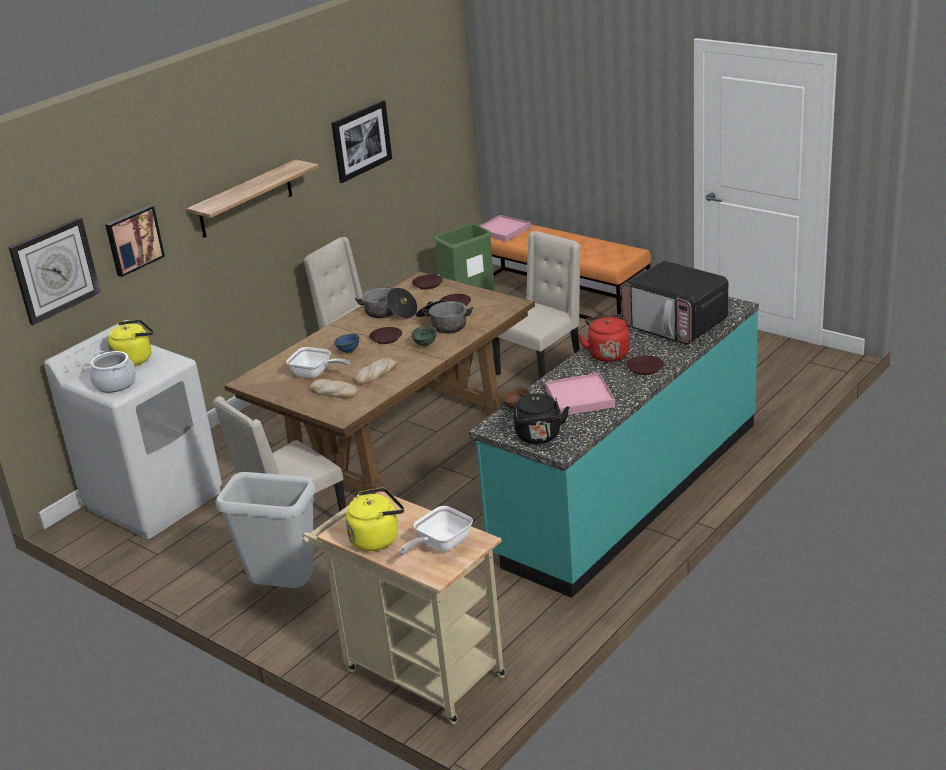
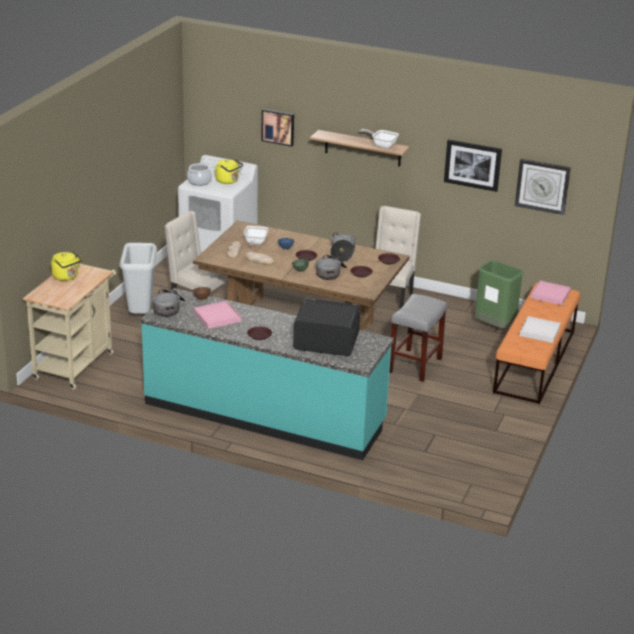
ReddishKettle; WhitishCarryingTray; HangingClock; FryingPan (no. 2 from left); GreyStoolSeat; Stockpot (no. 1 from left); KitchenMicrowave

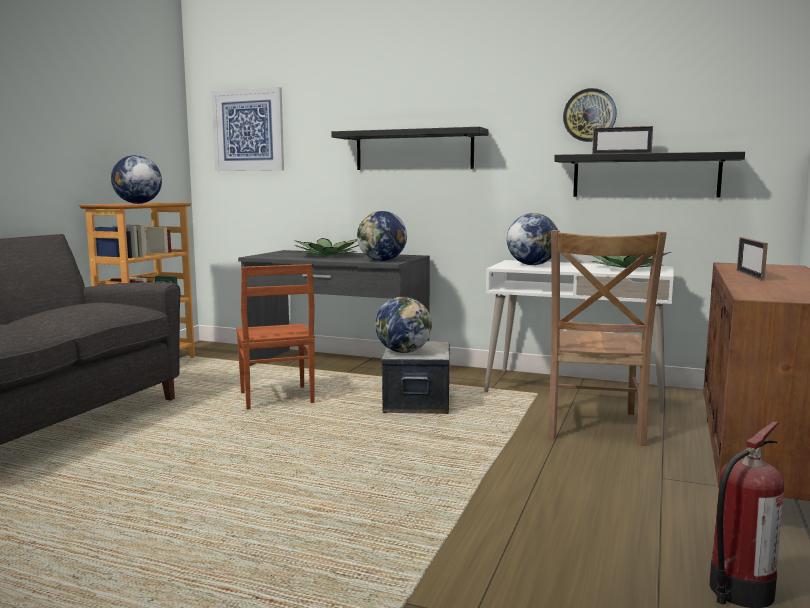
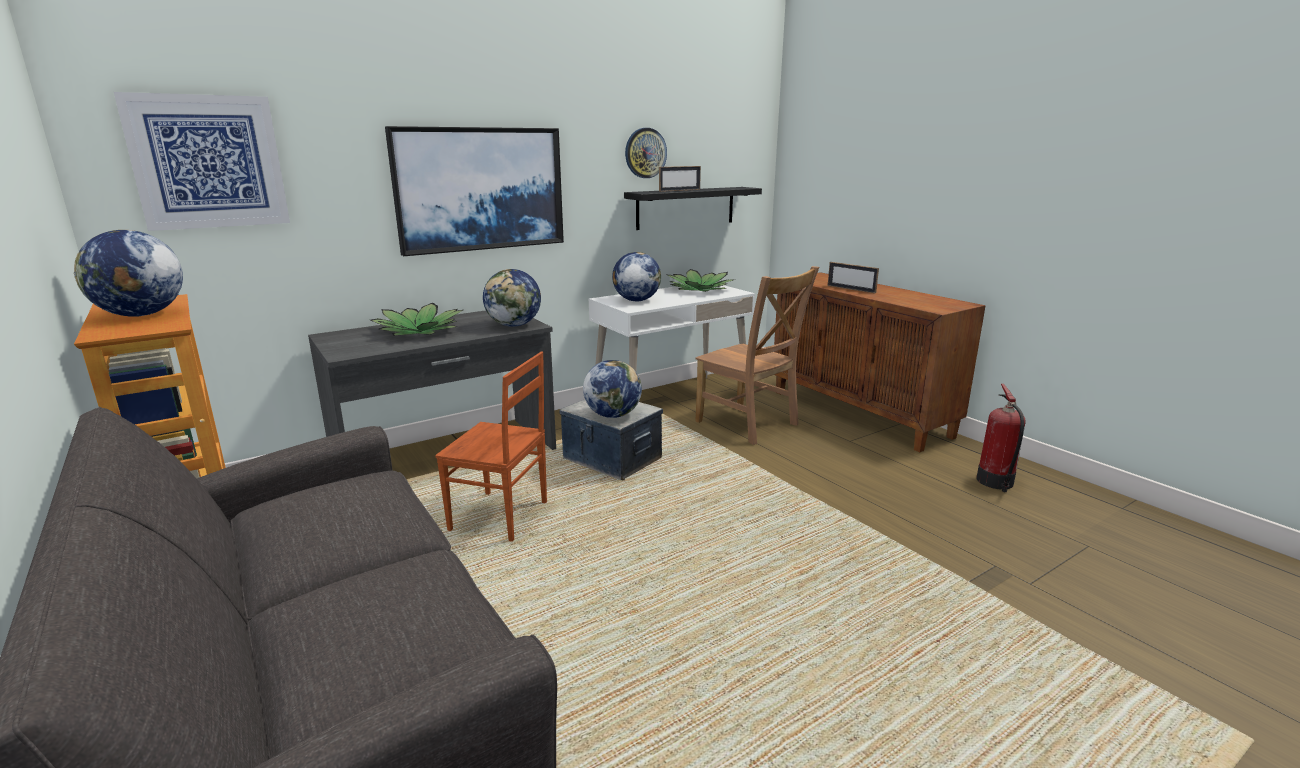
Picture (no. 2 from left)

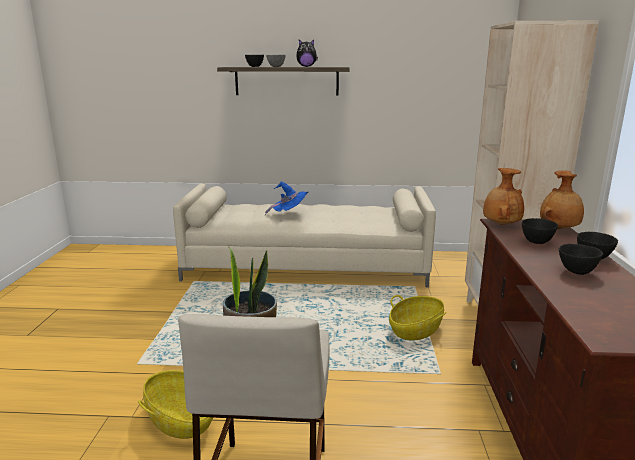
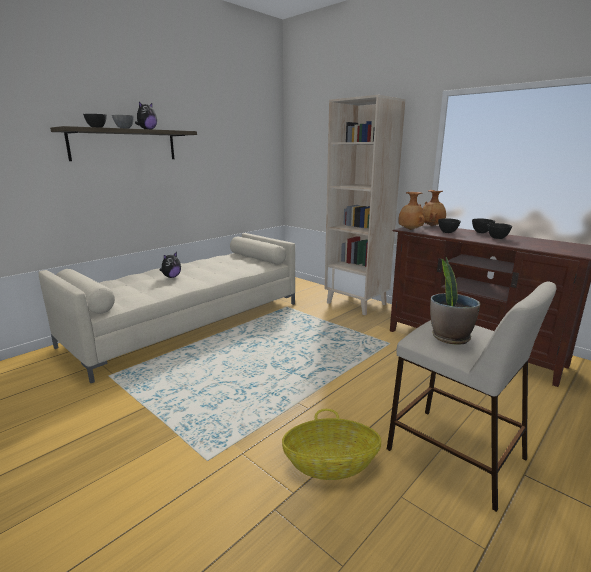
Basket (no. 2 from left in the first image); PlushToy (no. 2 from left)

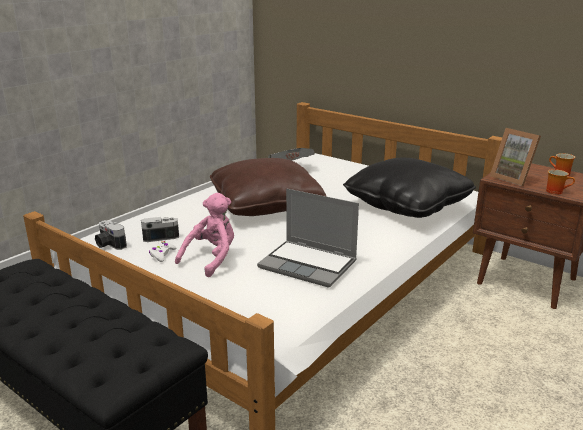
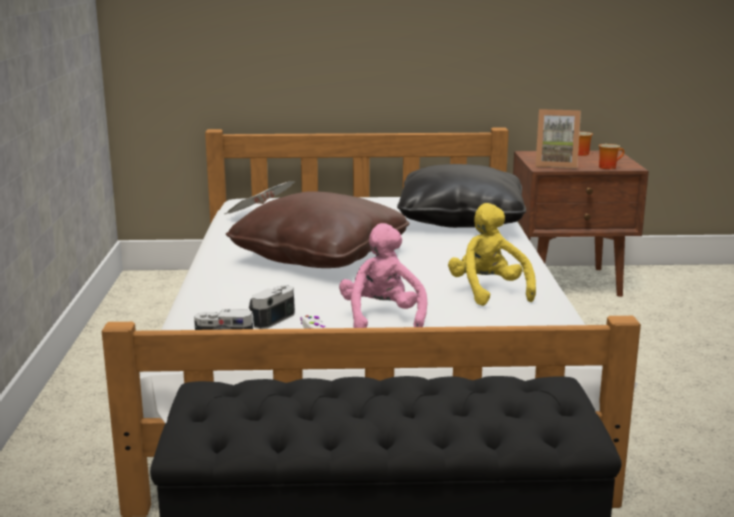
YellowPlushToy

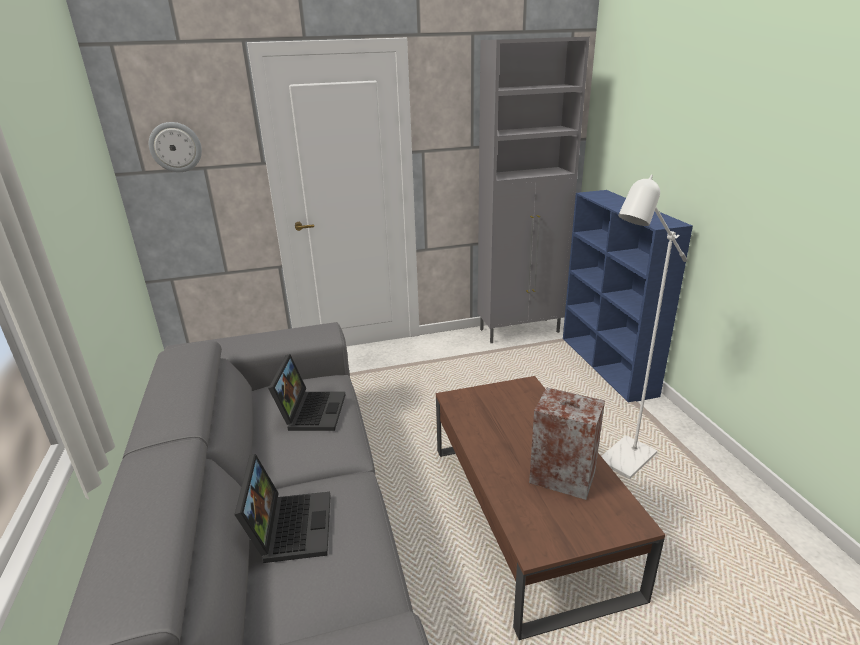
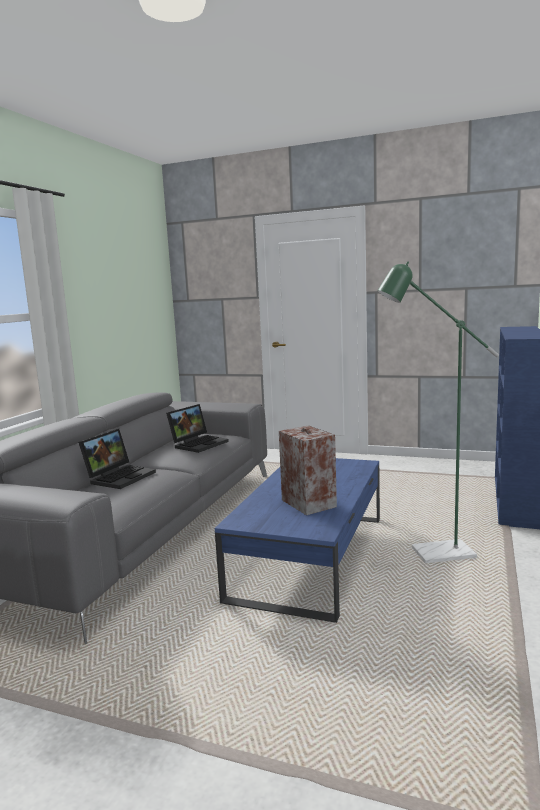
HangingClock; GreyCabinet; BlueColouredLowTable; GreenColouredStandingLamp

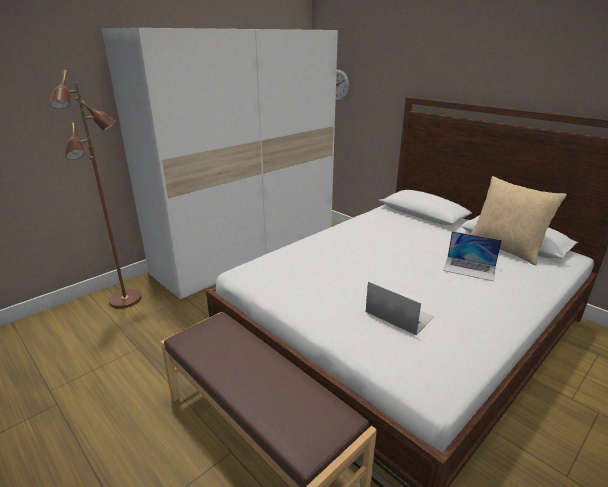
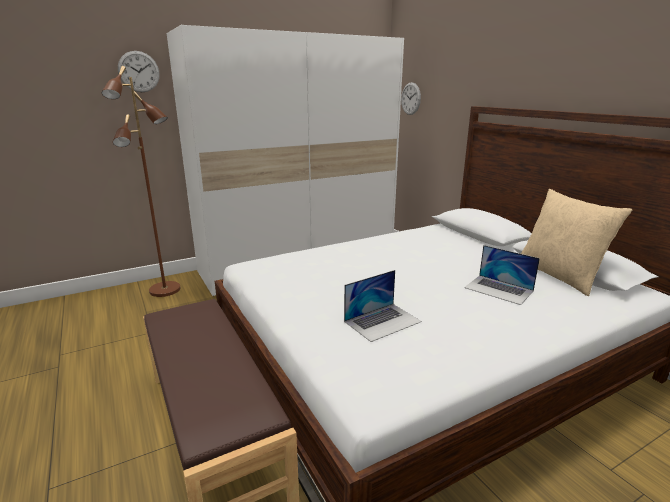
HangingClock (no. 1 from left); NotebookComputer (no. 1 from left)

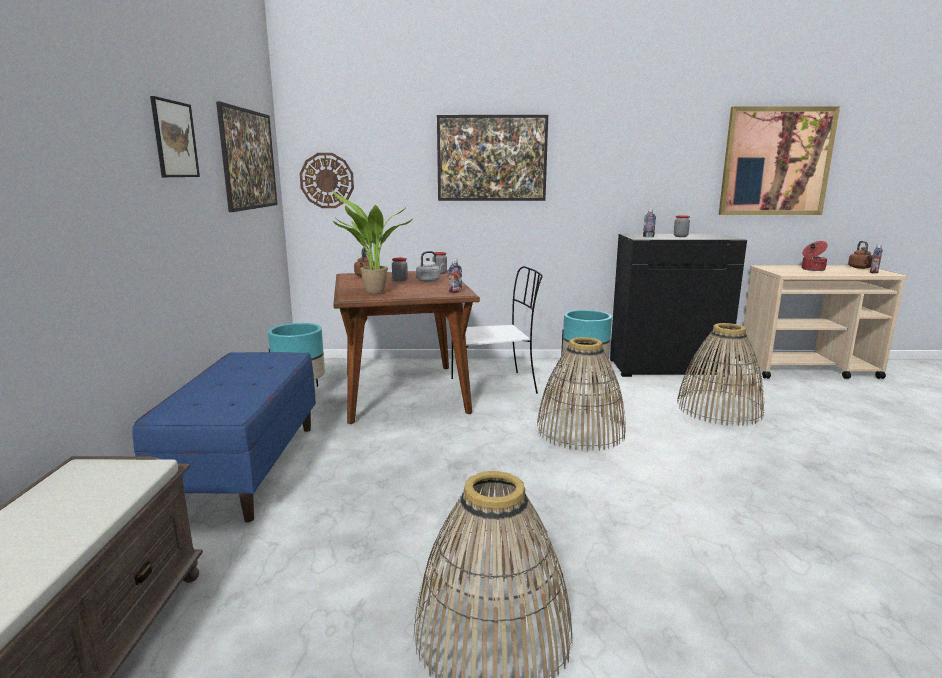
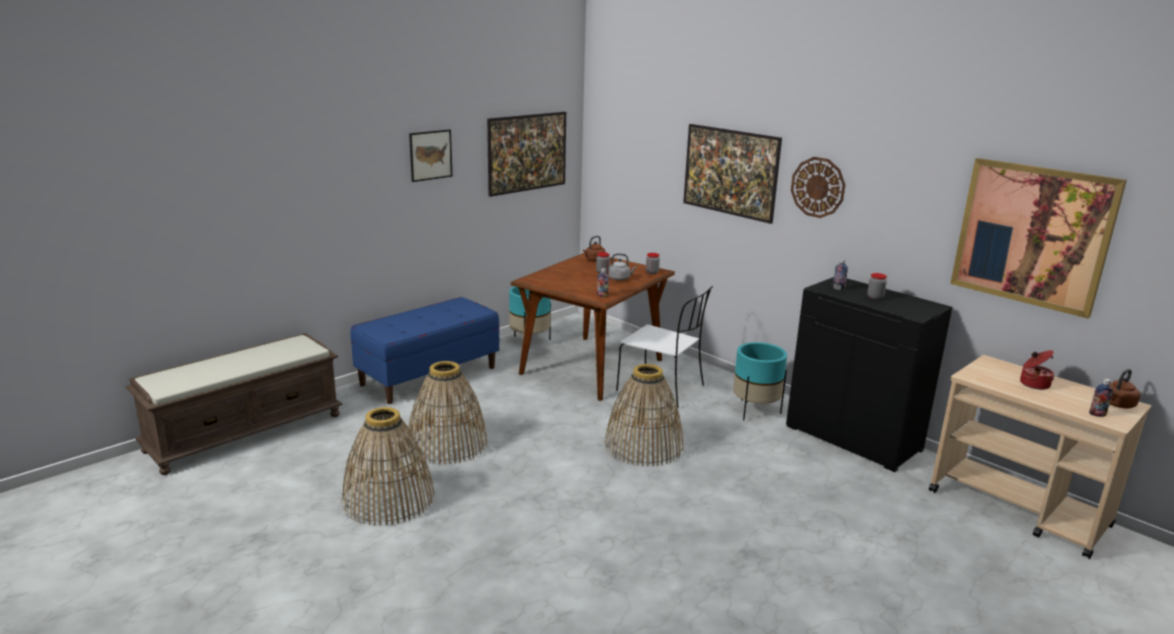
Houseplant; HangingClock; Basket (no. 2 from left)

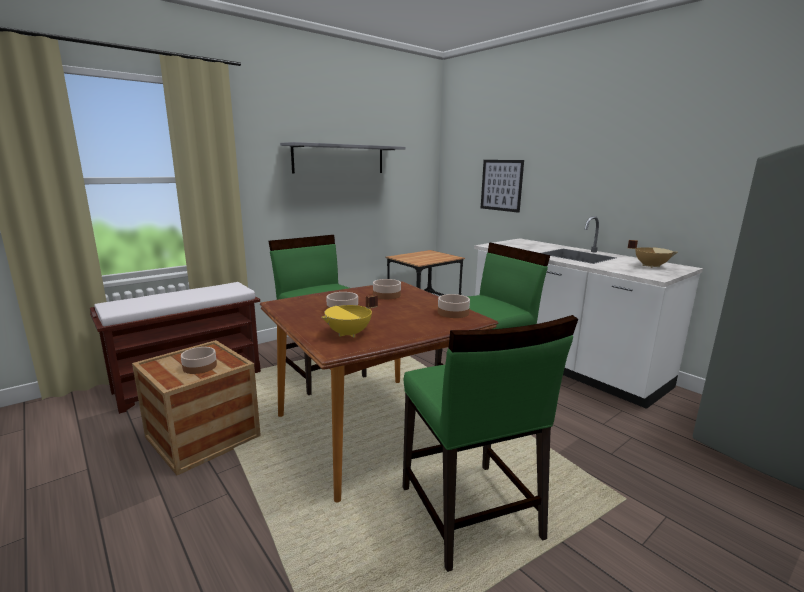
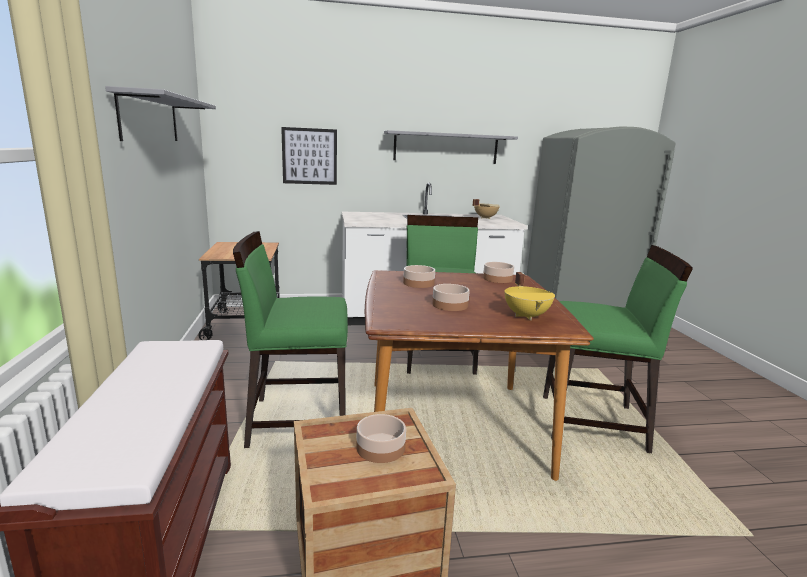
GreyShelf (no. 2 from left)

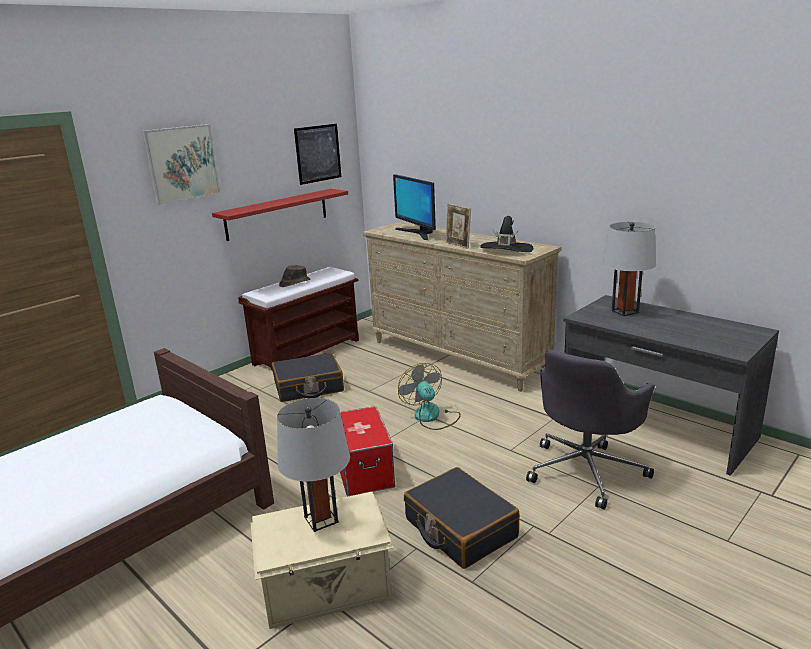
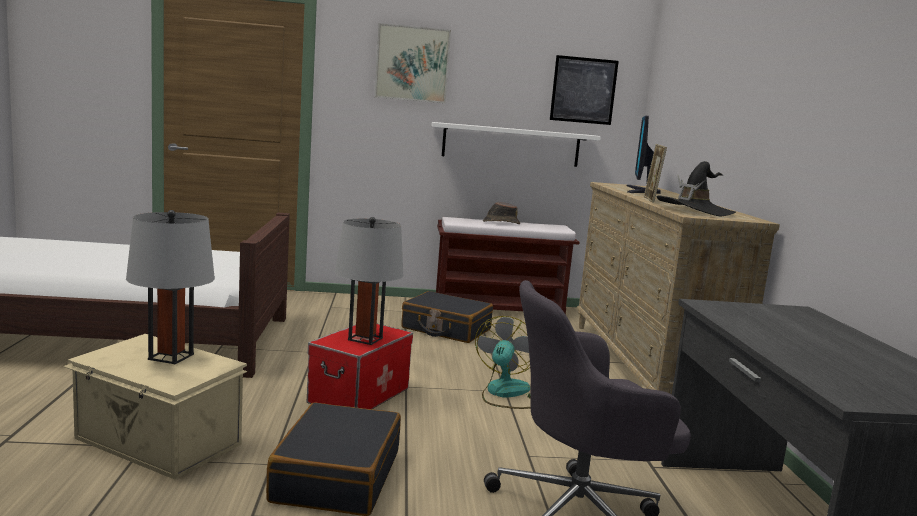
GreyLampForATable (no. 2 from left); WhitishShelf

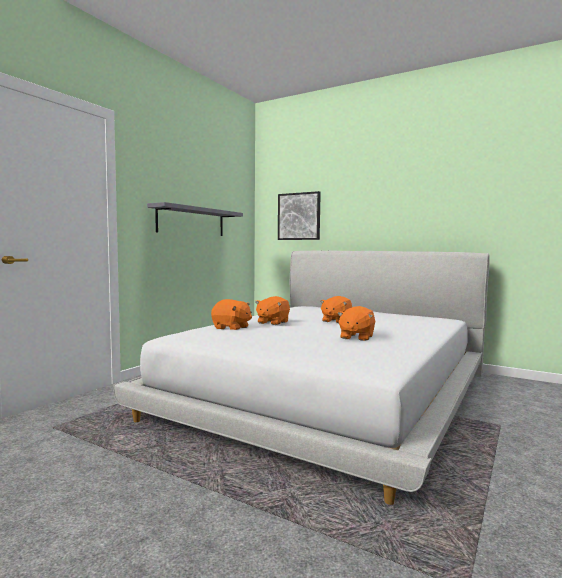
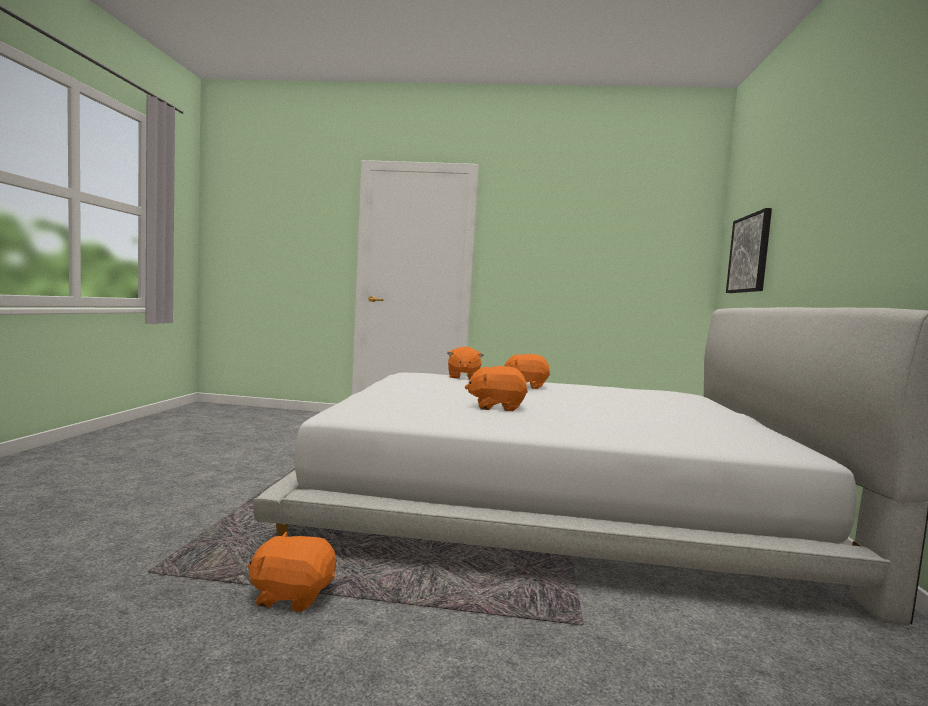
GreyShelf; OrangePlushToy (no. 1 from left)

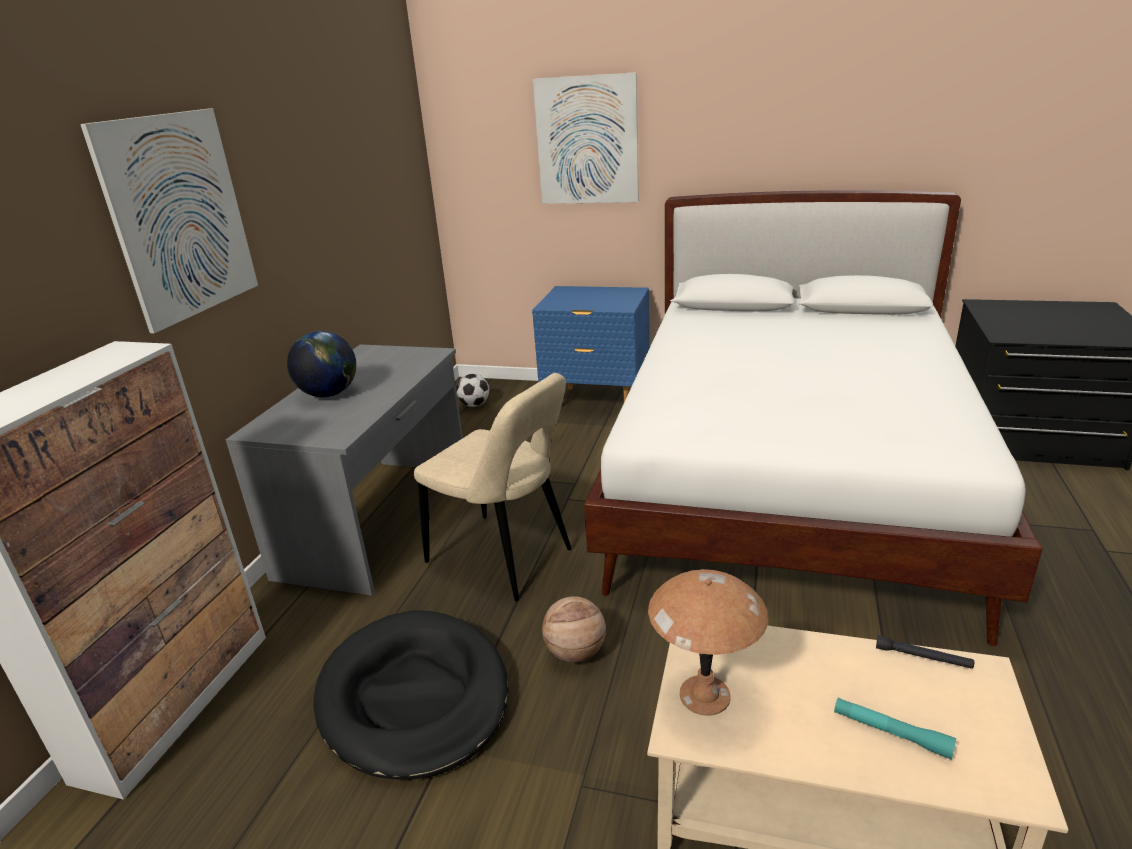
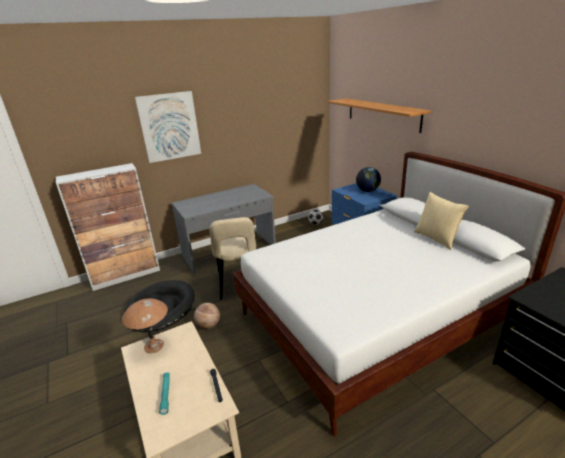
ThrowPillow; DeskGlobe; Shelf

